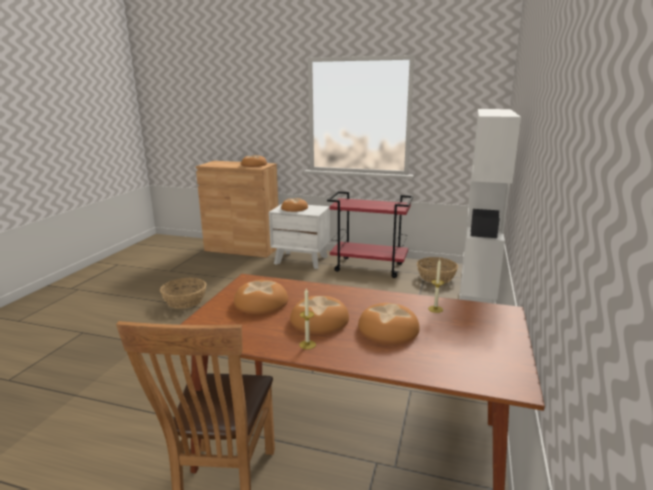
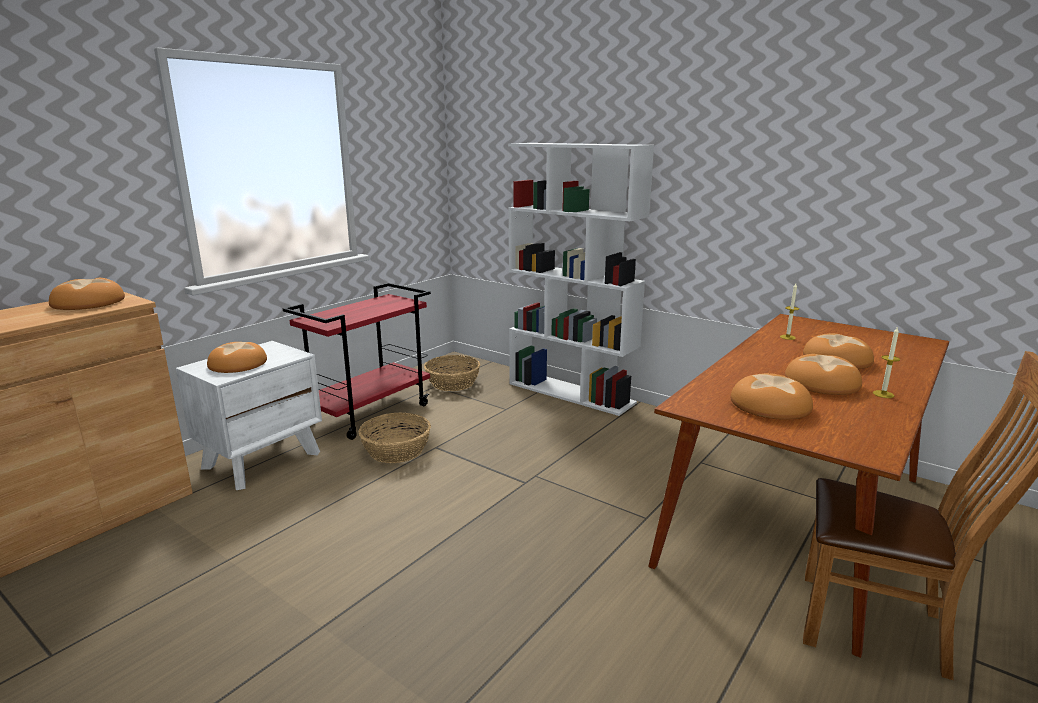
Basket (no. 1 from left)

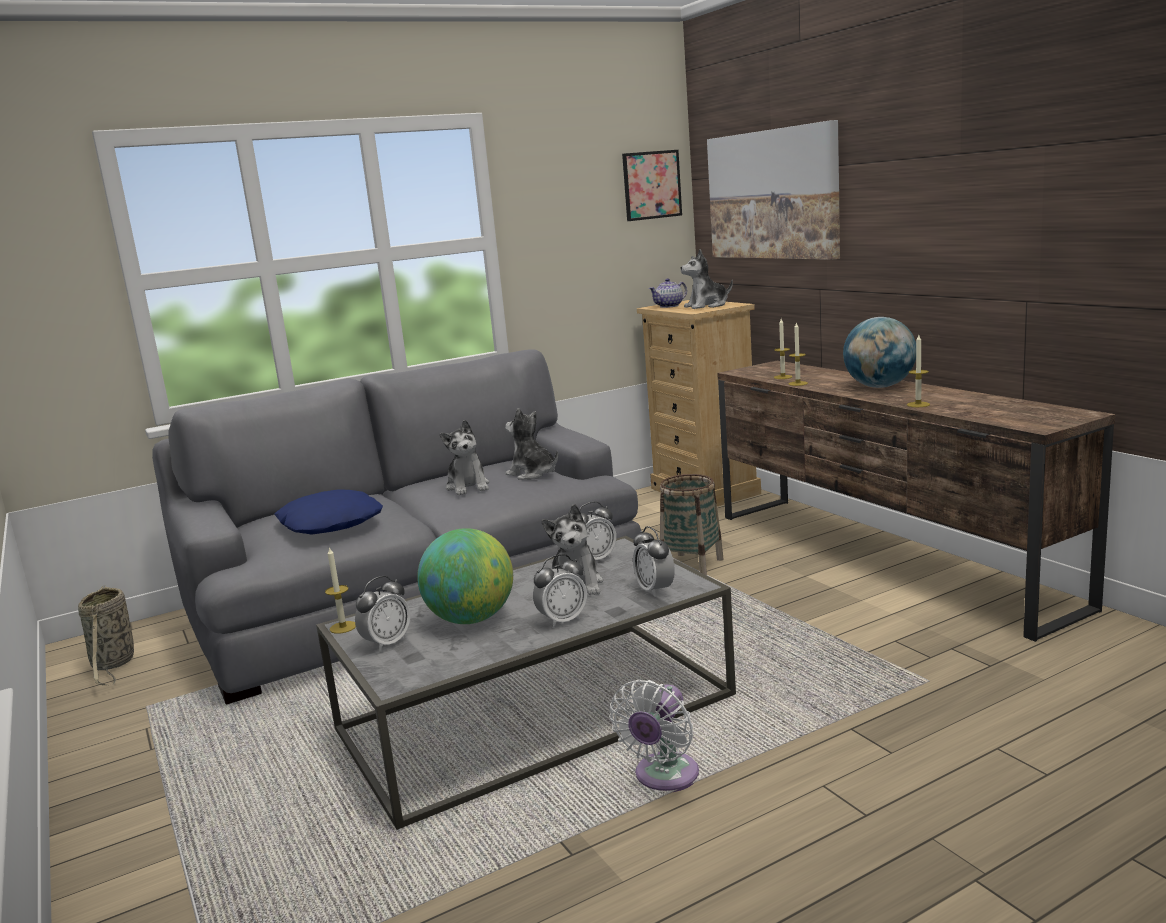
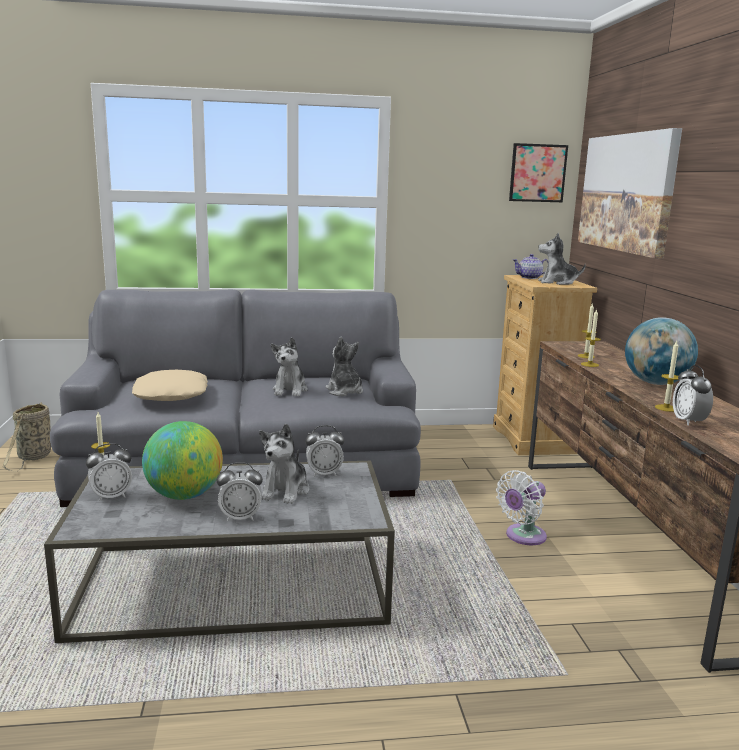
Basket (no. 2 from left in the first image); WhitishElectricFan; BedsideClock (no. 4 from left); SandColouredThrowPillow

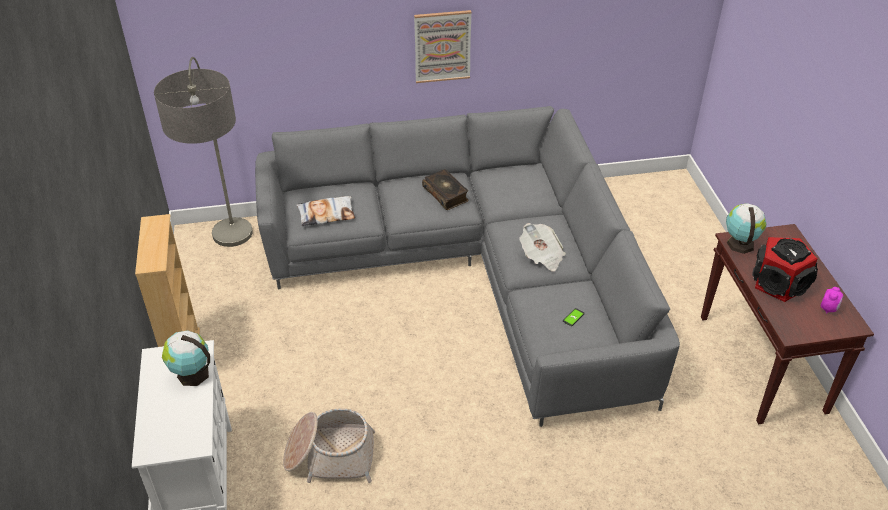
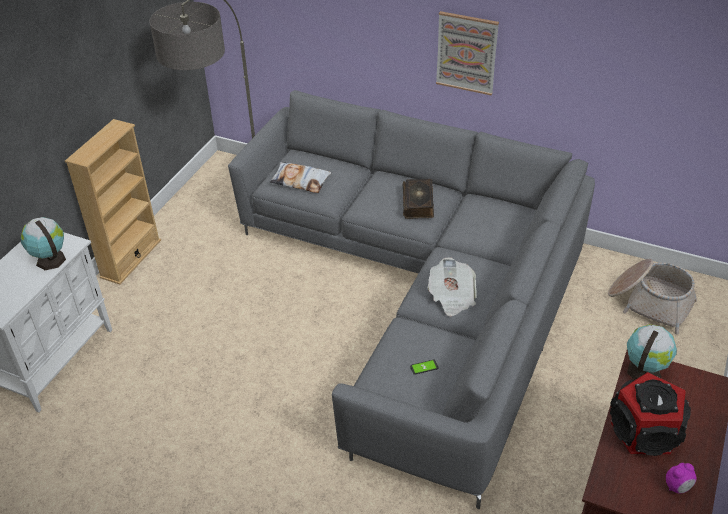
Basket

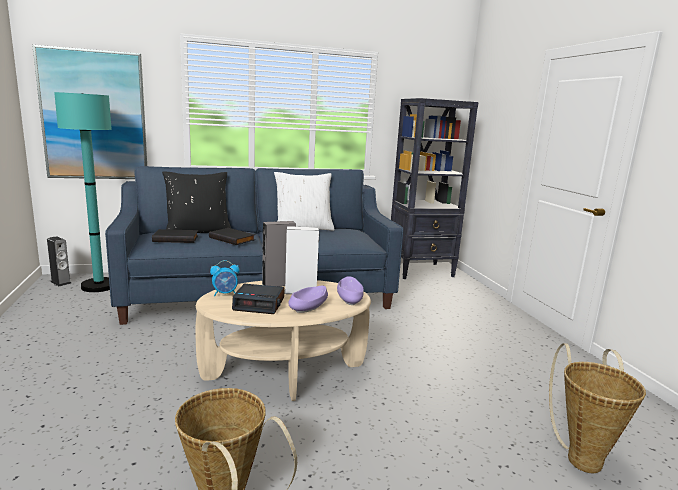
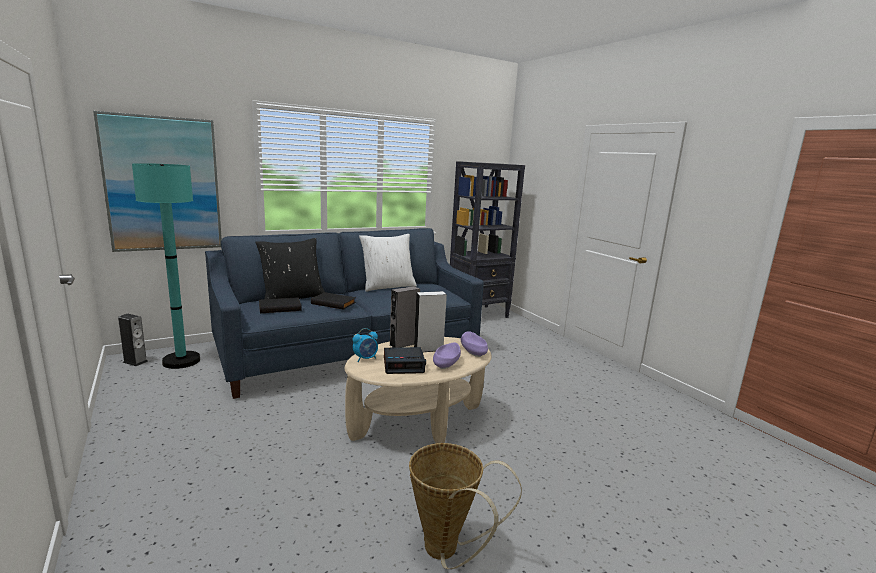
Basket (no. 2 from left in the first image)

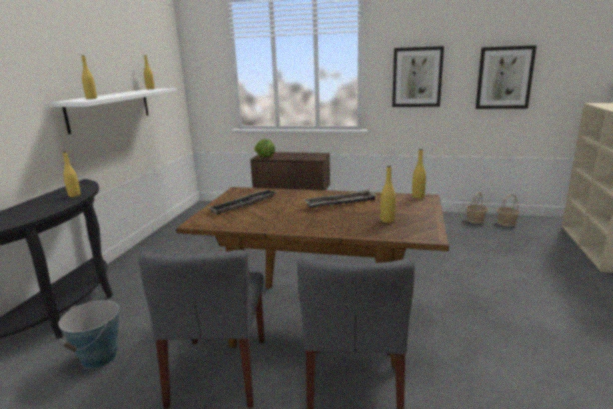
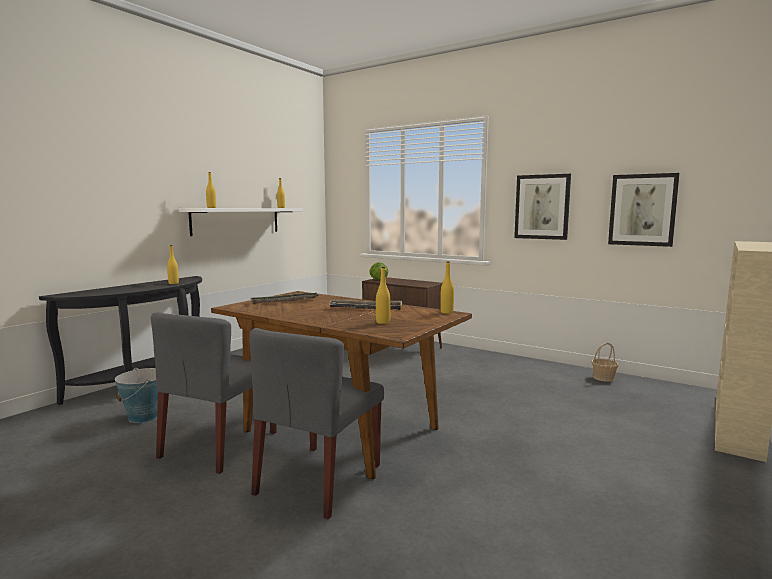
Basket (no. 2 from left in the first image)

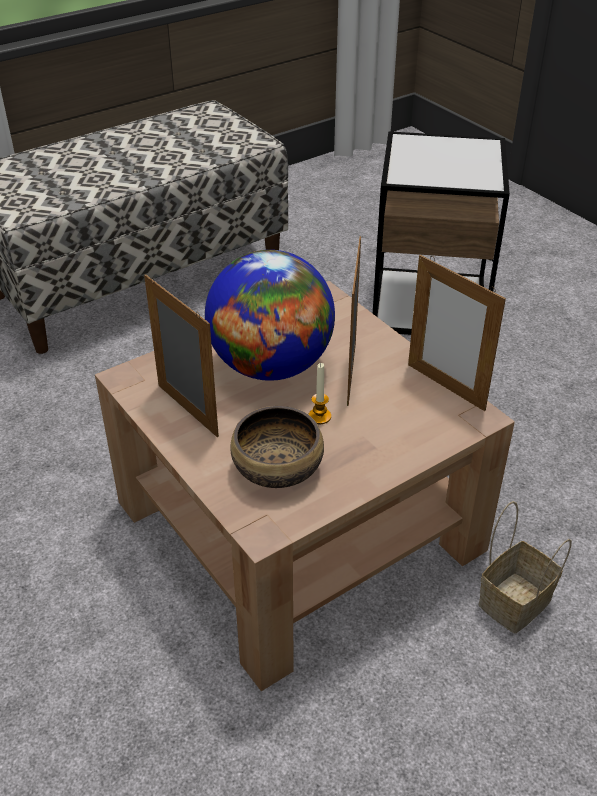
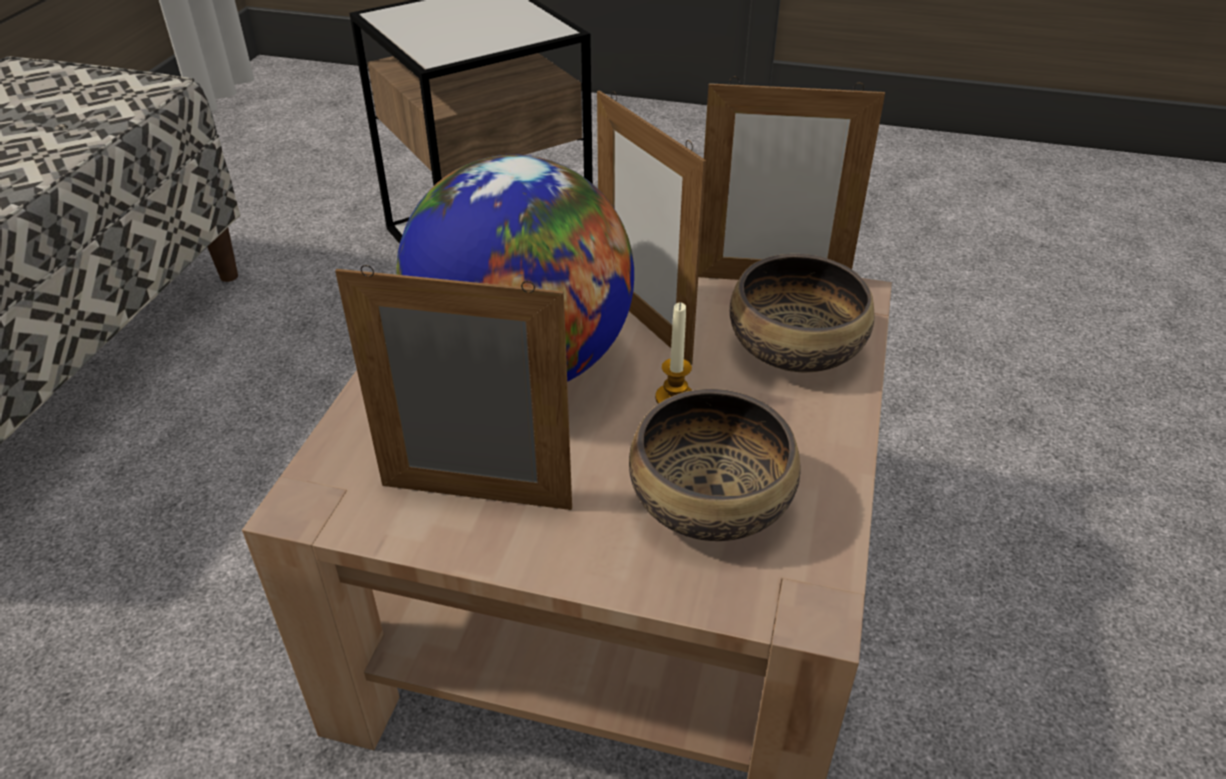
Basket; ServingBowl (no. 2 from left)

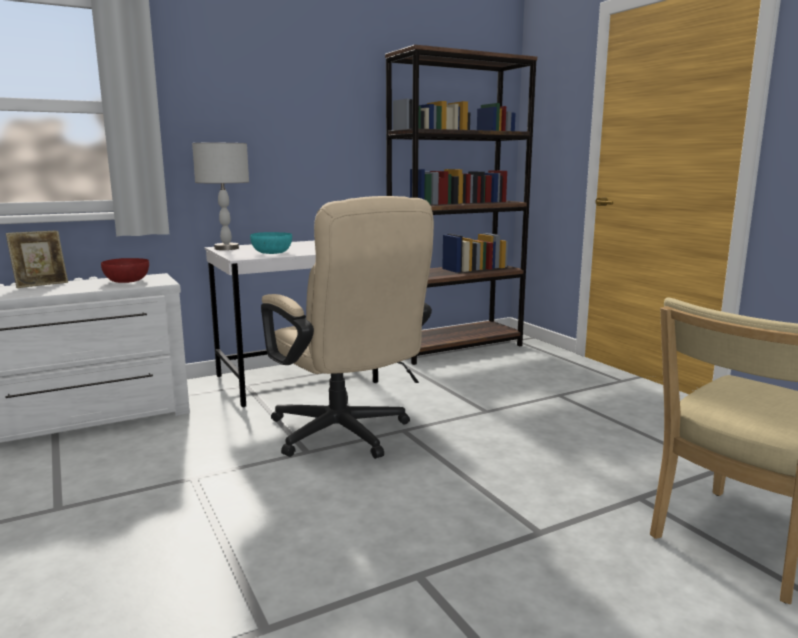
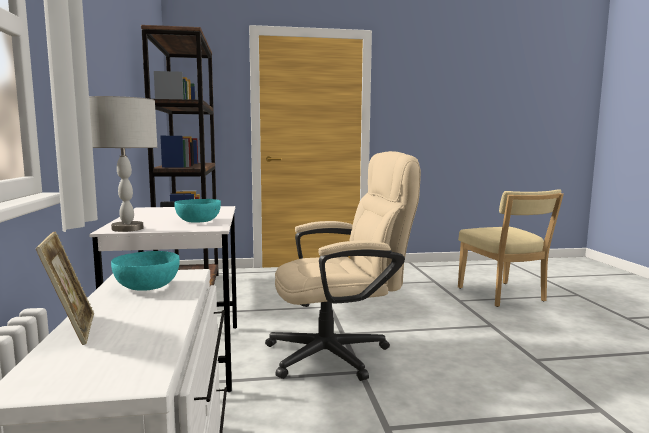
BlueGreenServingBowl (no. 1 from left)

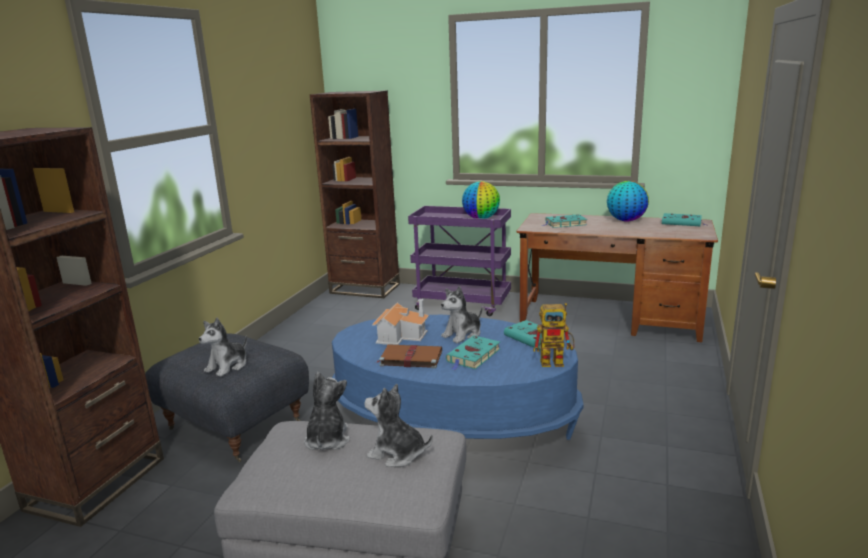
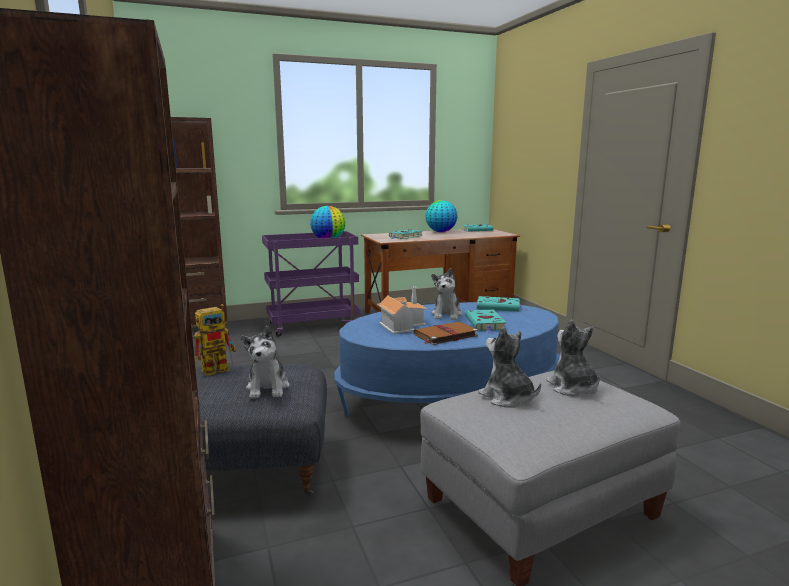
RobotFigure; PlushToy (no. 4 from left)

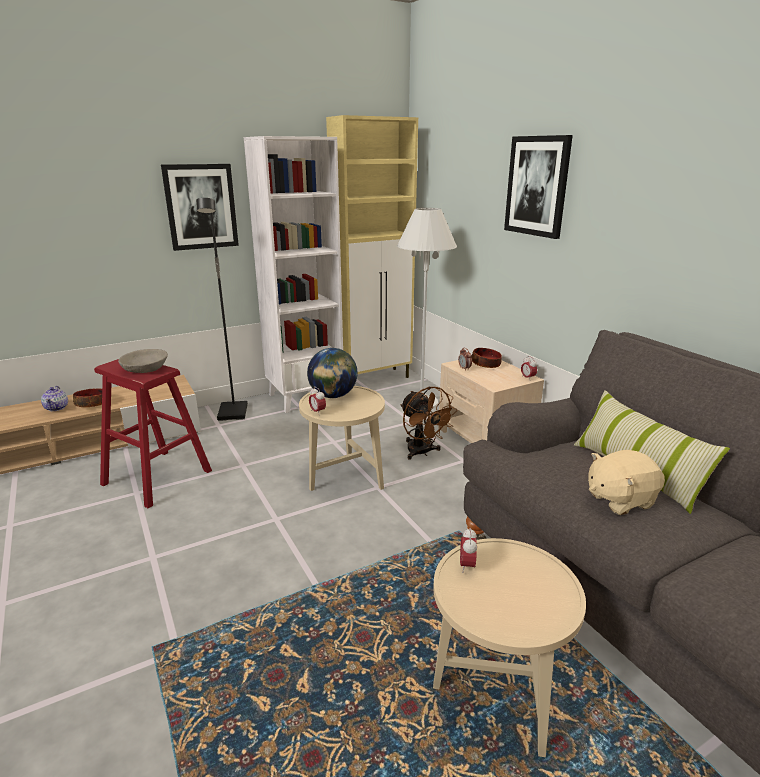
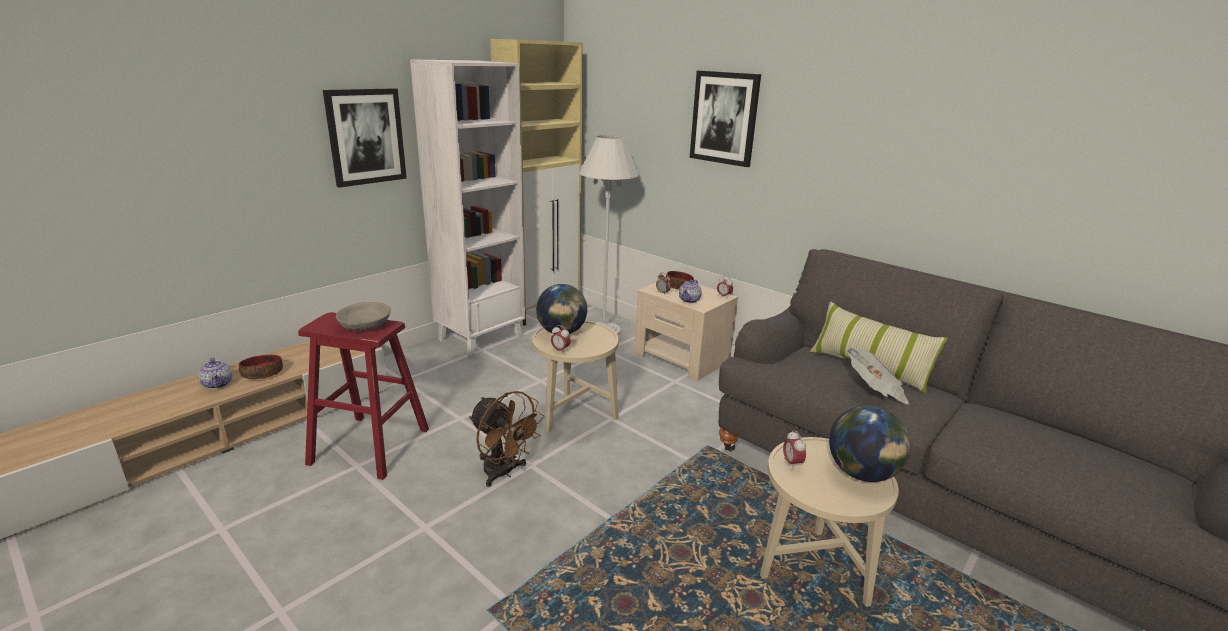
BlackishStandingLamp; Teapot (no. 2 from left); DeskGlobe (no. 2 from left); BrownElectricFan; DailyPaper

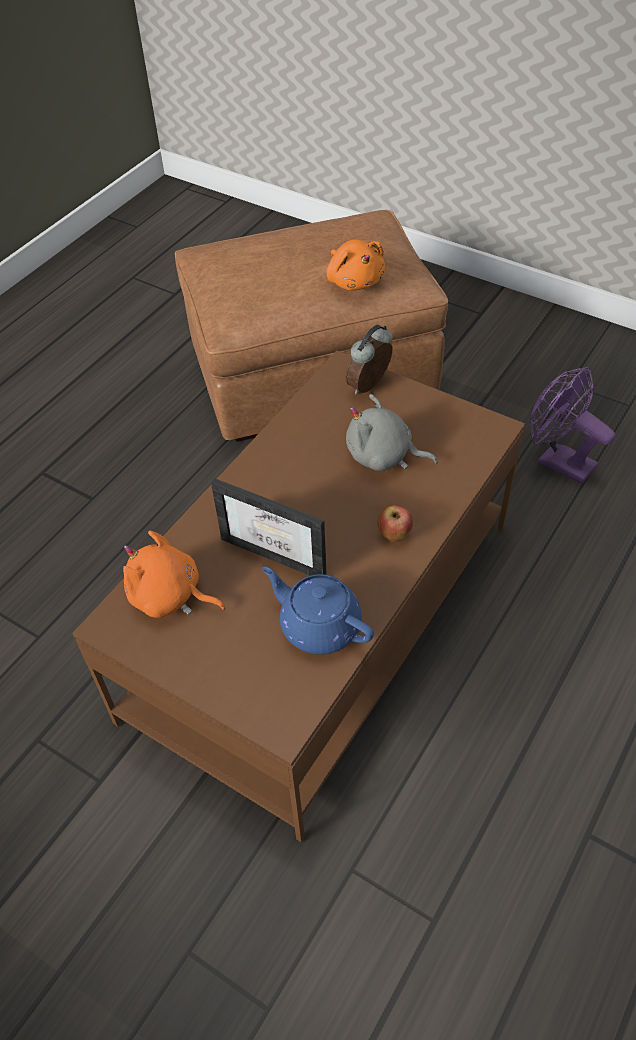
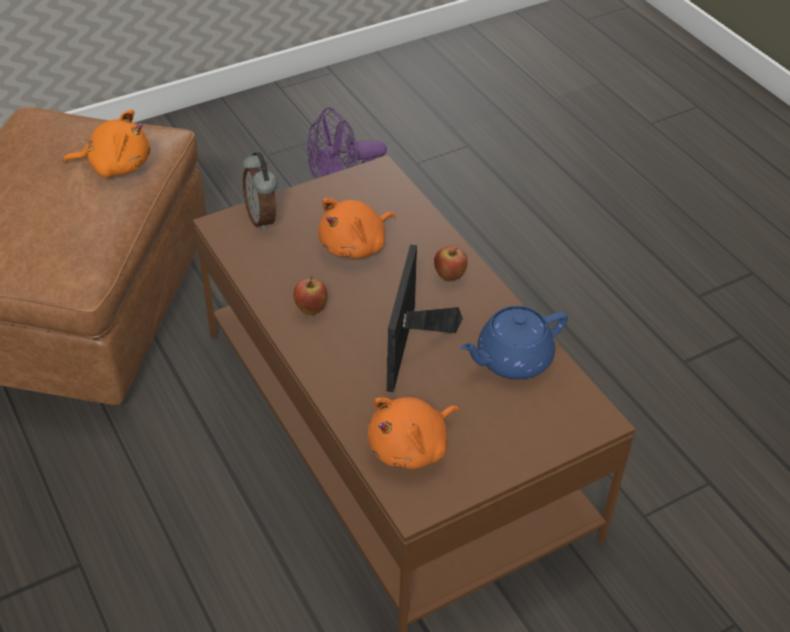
Apple (no. 1 from left); OrangePlushToy (no. 2 from left); PictureFrame

